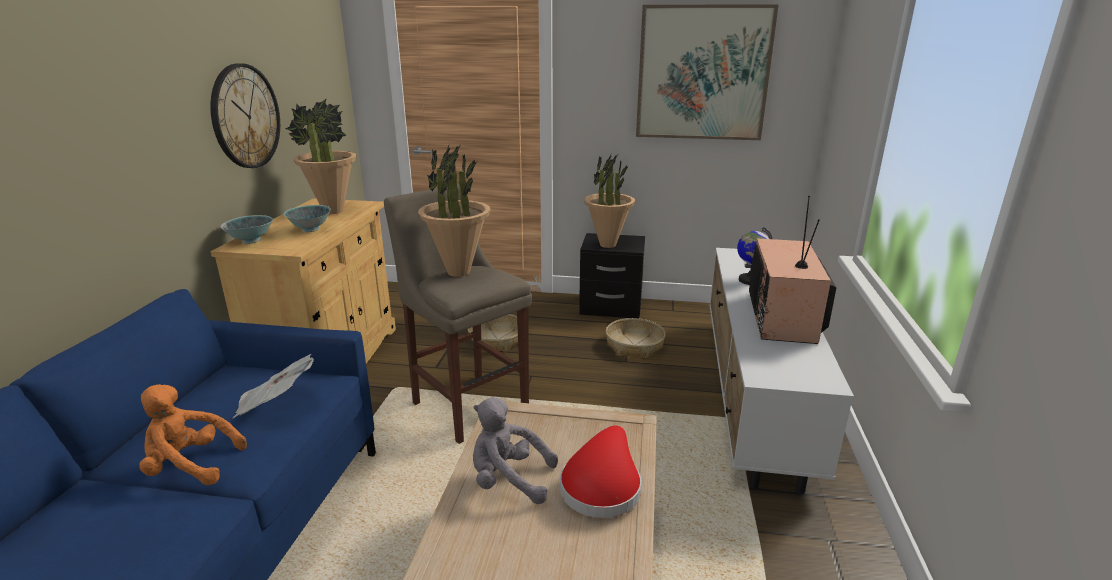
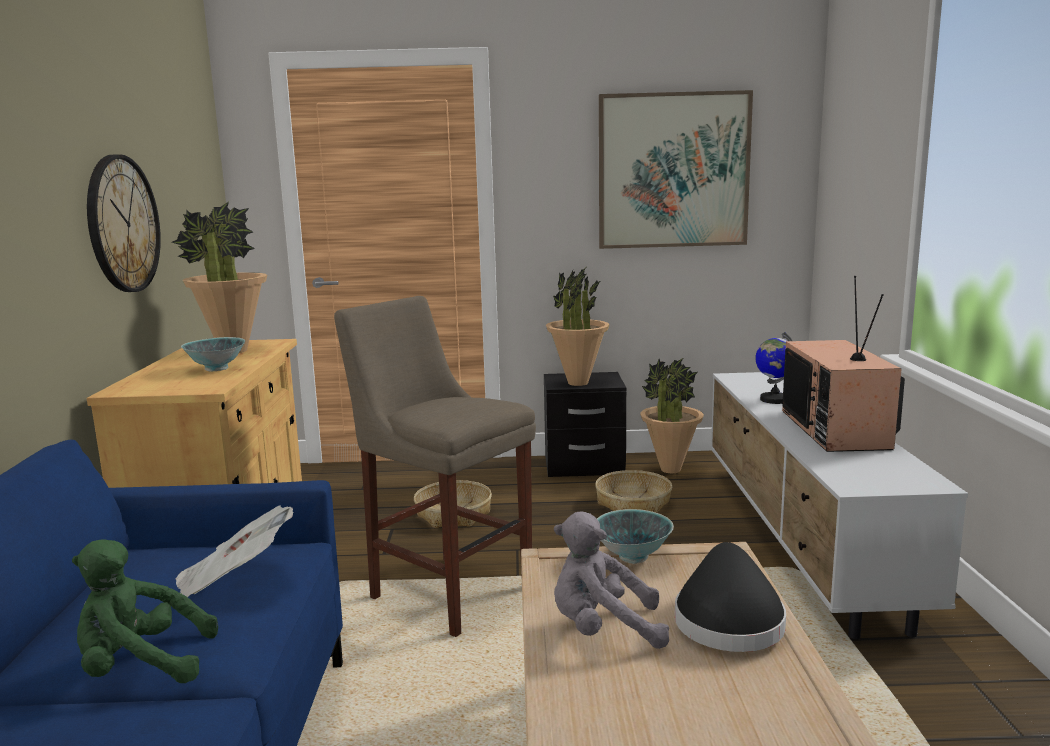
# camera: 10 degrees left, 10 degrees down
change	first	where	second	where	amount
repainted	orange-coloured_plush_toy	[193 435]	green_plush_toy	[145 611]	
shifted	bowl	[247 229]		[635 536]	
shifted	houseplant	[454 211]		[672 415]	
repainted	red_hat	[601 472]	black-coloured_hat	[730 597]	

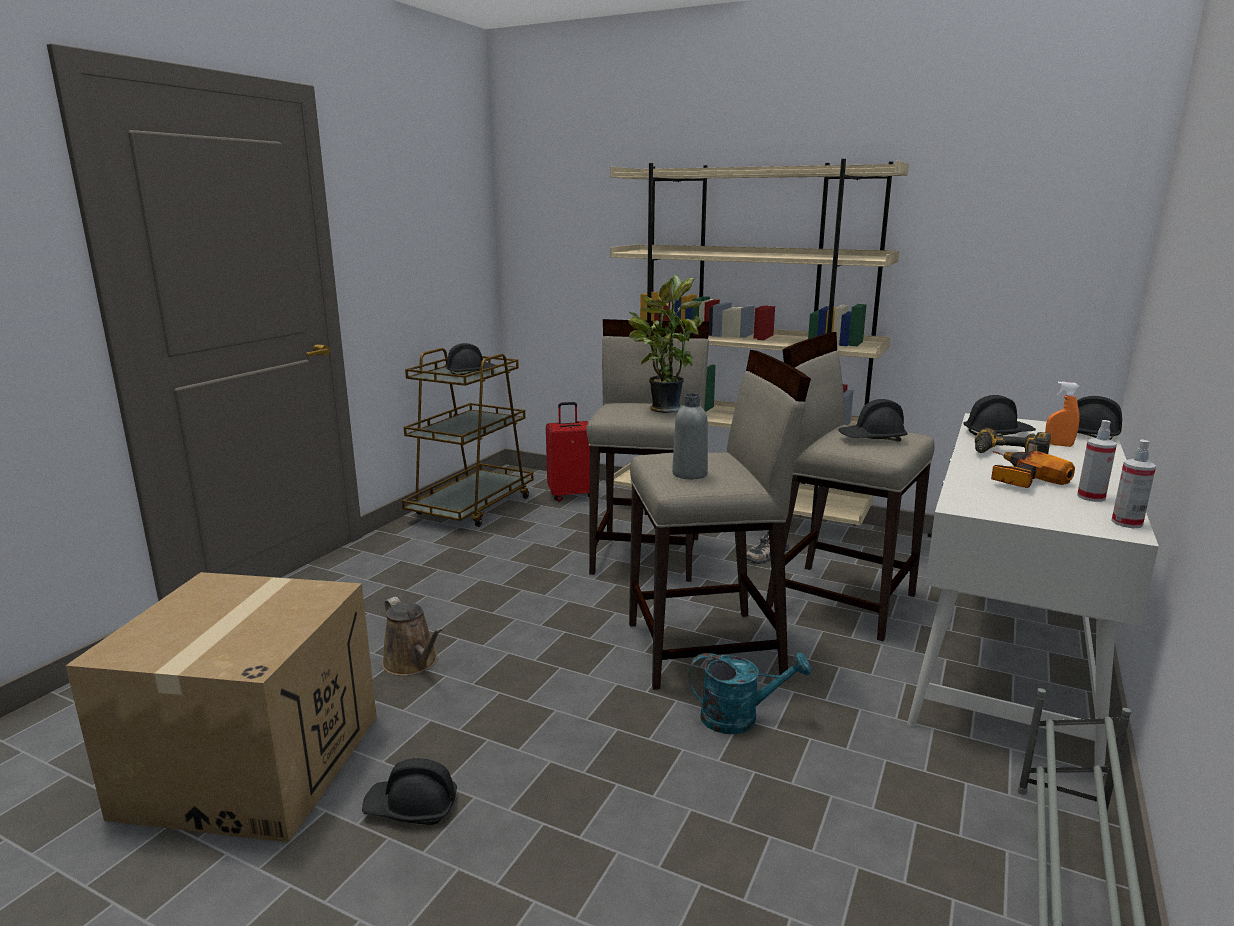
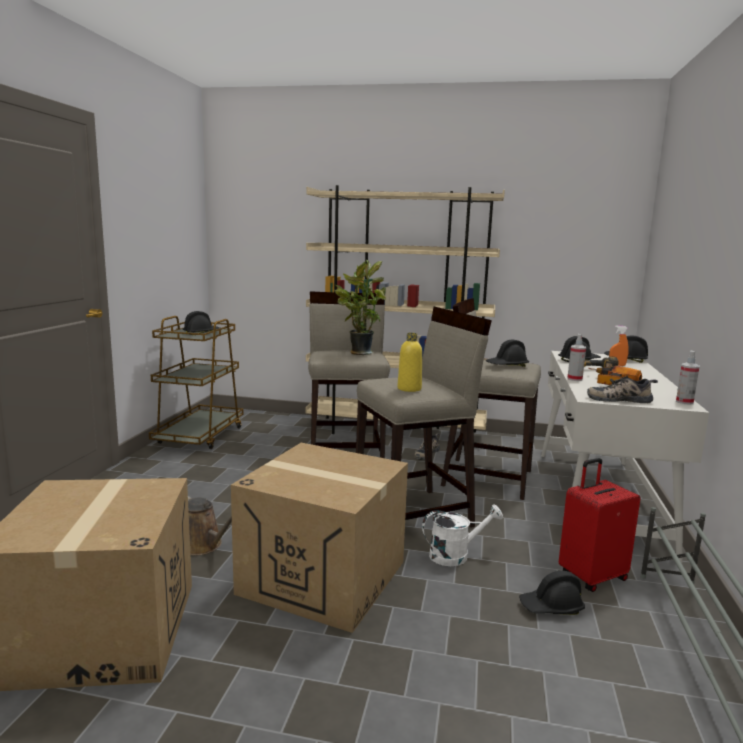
# camera: 15 degrees left, 5 degrees down
change	first	where	second	where	amount
new			cardboard_box	[319 538]	
repainted	gray_drink_bottle	[690 436]	yellow-coloured_drink_bottle	[409 362]	
repainted	turquoise_watering_pot	[749 693]	white-coloured_watering_pot	[462 535]	
shifted	black-coloured_work_helmet	[409 791]		[552 593]	
shifted	red_piece_of_luggage	[568 452]		[600 525]	
shifted	sprayer	[1097 461]		[576 357]	
new			low_shoe	[622 389]	

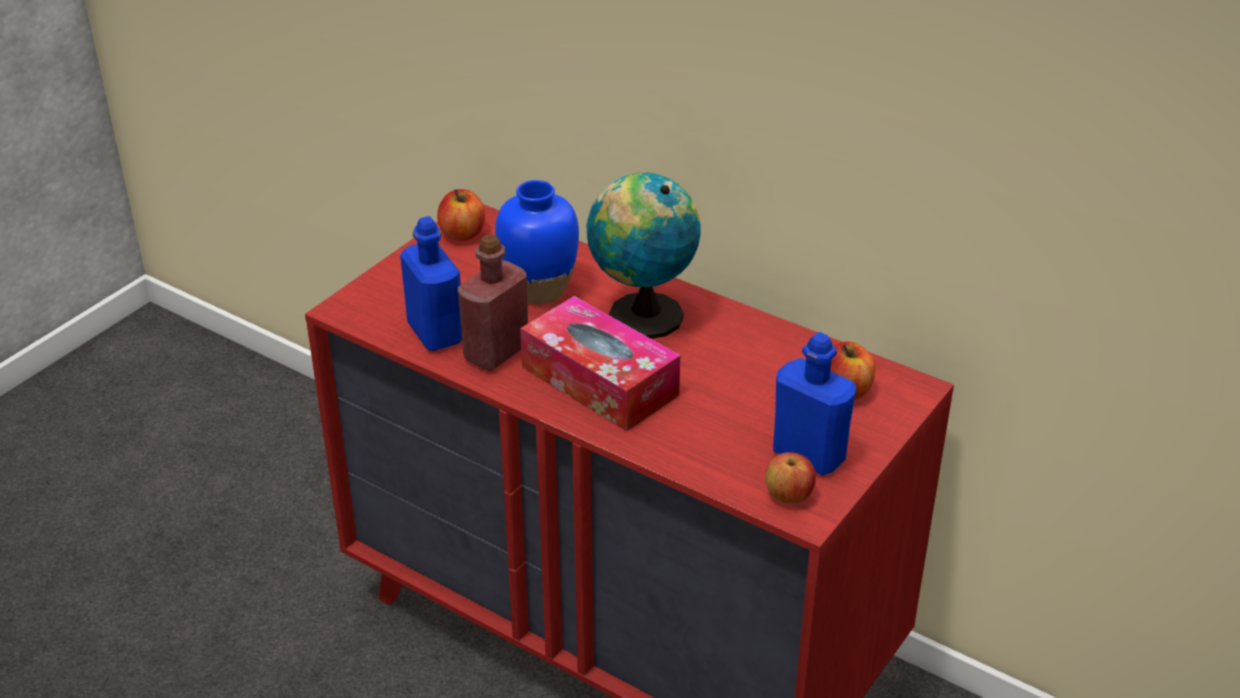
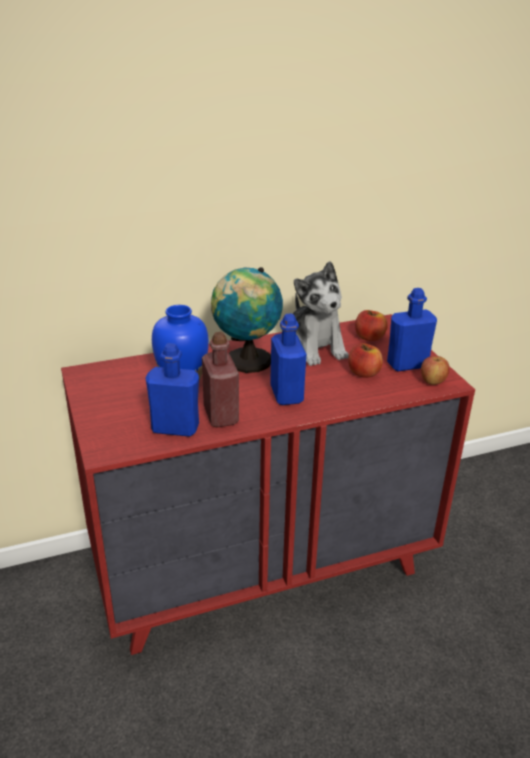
# camera: 55 degrees left, 5 degrees down
change	first	where	second	where	amount
swapped	box_of_tissues	[600 363]	blue_drink_bottle	[288 359]	
new			plush_toy	[321 313]	
shifted	apple_fruit	[461 215]		[365 360]	

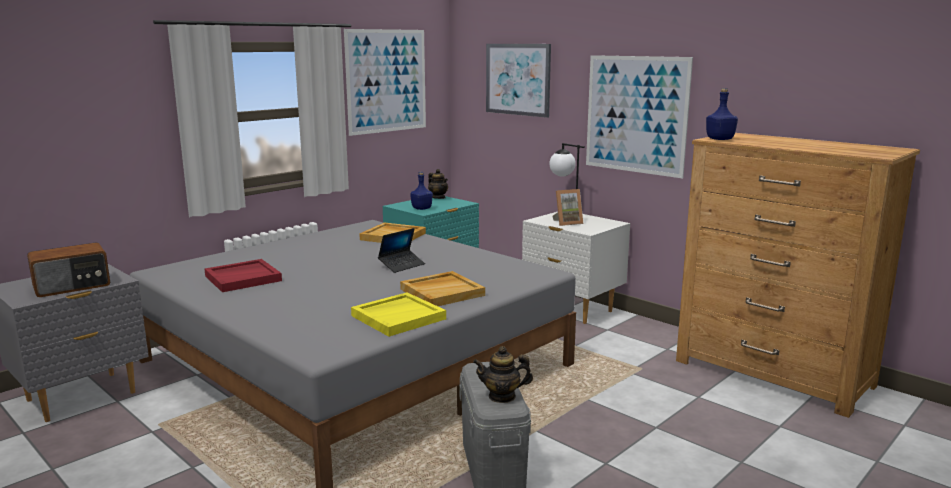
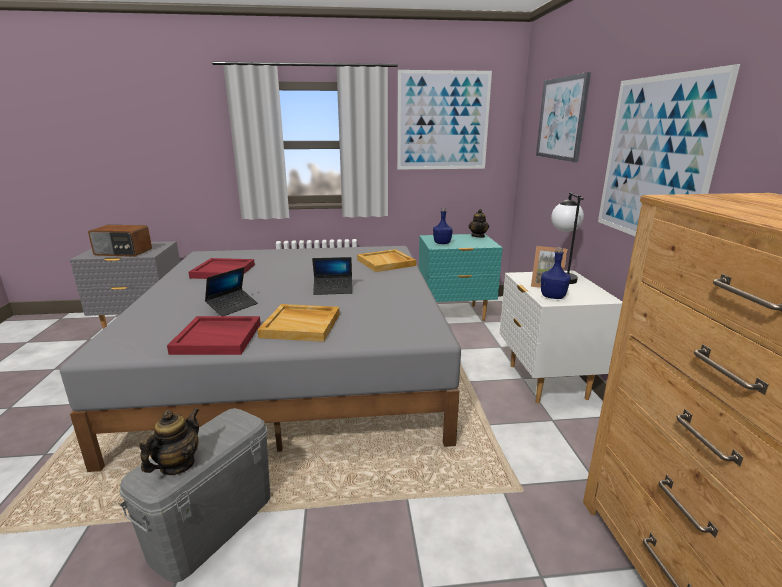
# camera: 40 degrees right, 5 degrees up
change	first	where	second	where	amount
rotated	tea_pot	[503 374]		[169 441]	75 degrees clockwise
repainted	yellow-coloured_carrying_tray	[398 314]	red_carrying_tray	[214 335]	
new			laptop	[231 291]	
shifted	blue_drink_bottle	[722 114]		[556 273]	

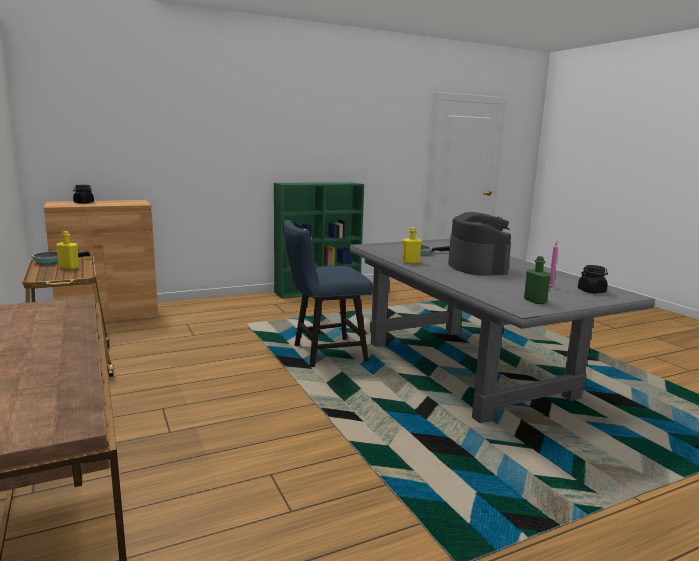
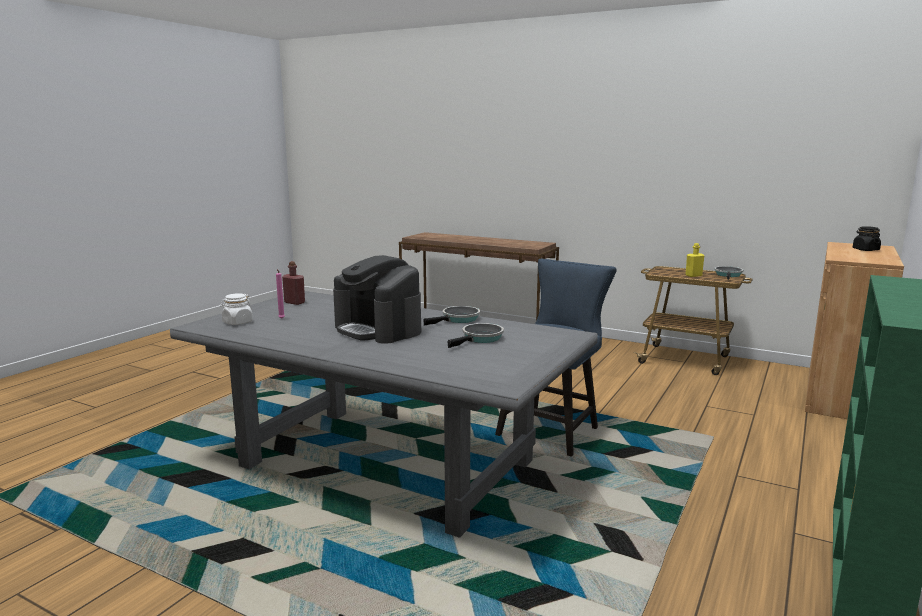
# camera: 145 degrees right, 0 degrees up
change	first	where	second	where	amount
repainted	black-coloured_jar	[593 279]	white-coloured_jar	[236 309]	
repainted	green_drink_bottle	[537 280]	red_drink_bottle	[293 283]	
swapped	yellow-coloured_drink_bottle	[412 245]	pan	[452 316]	

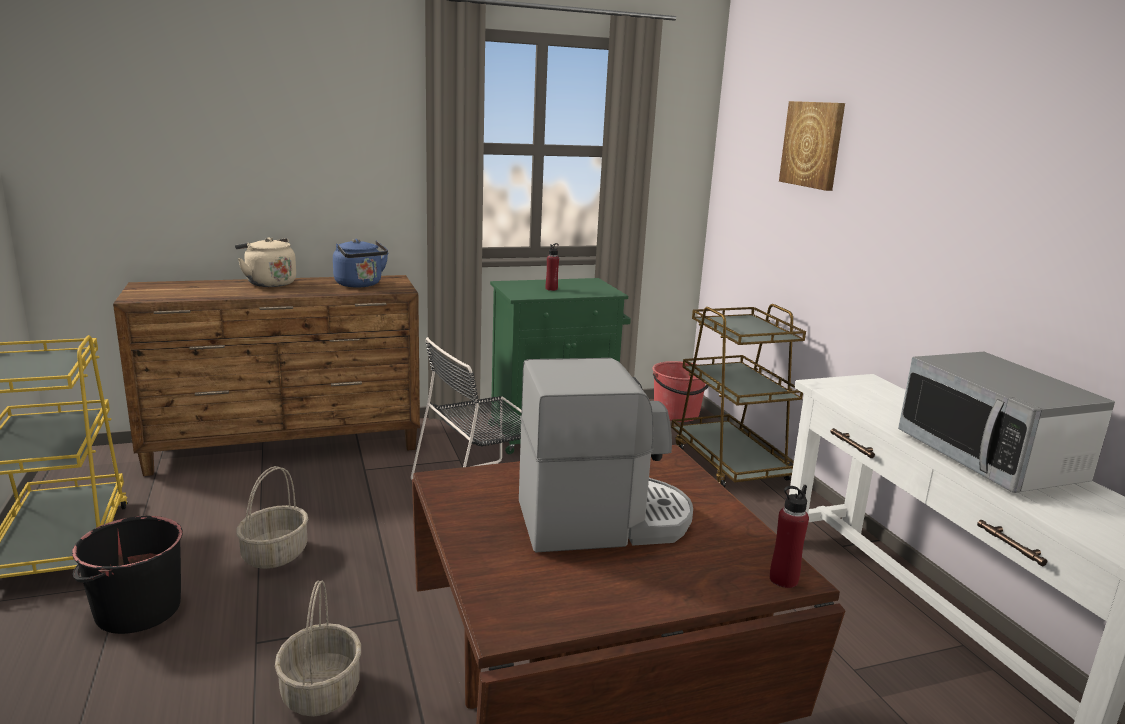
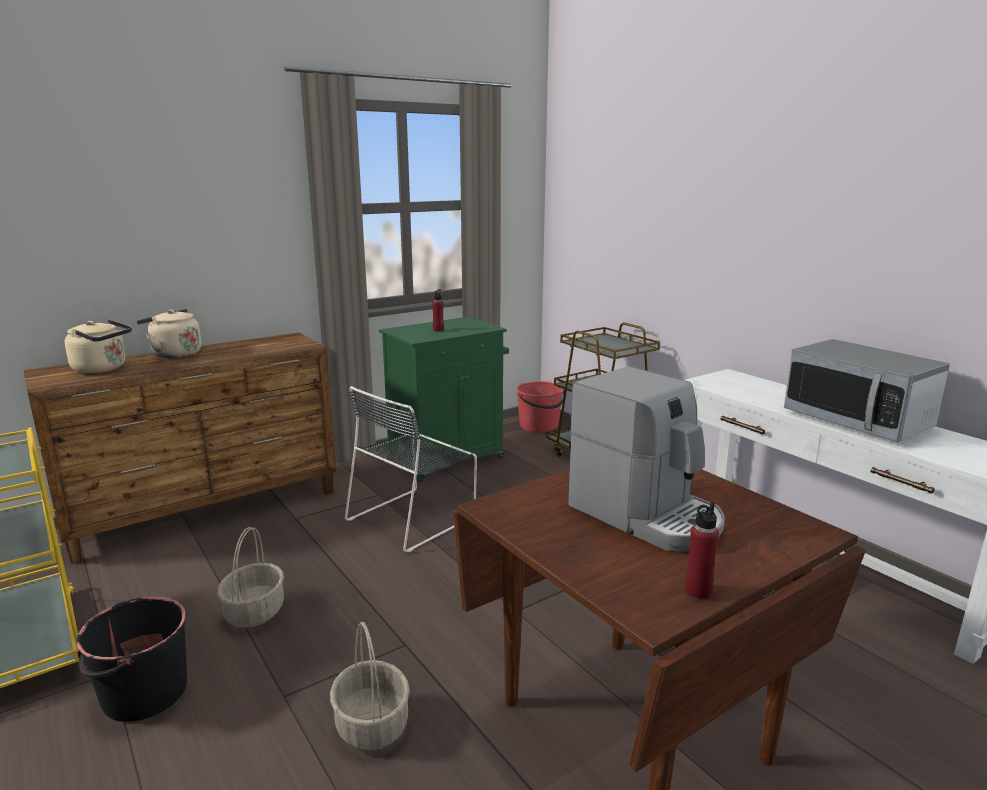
# camera: 15 degrees left, 0 degrees up
change	first	where	second	where	amount
new			sand-coloured_water_kettle	[98 346]	
rotated	coffee_brewer	[606 455]		[646 459]	75 degrees clockwise
shifted	red_drink_bottle	[789 536]		[702 550]	
gone	blue_water_kettle	[360 263]			
gone	wall_art	[812 146]			

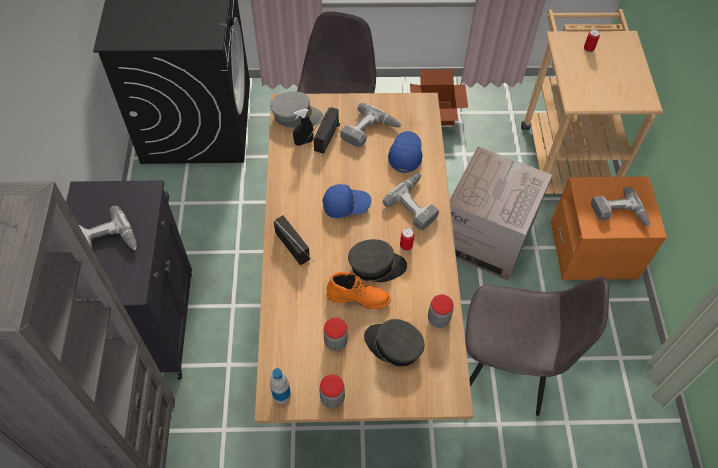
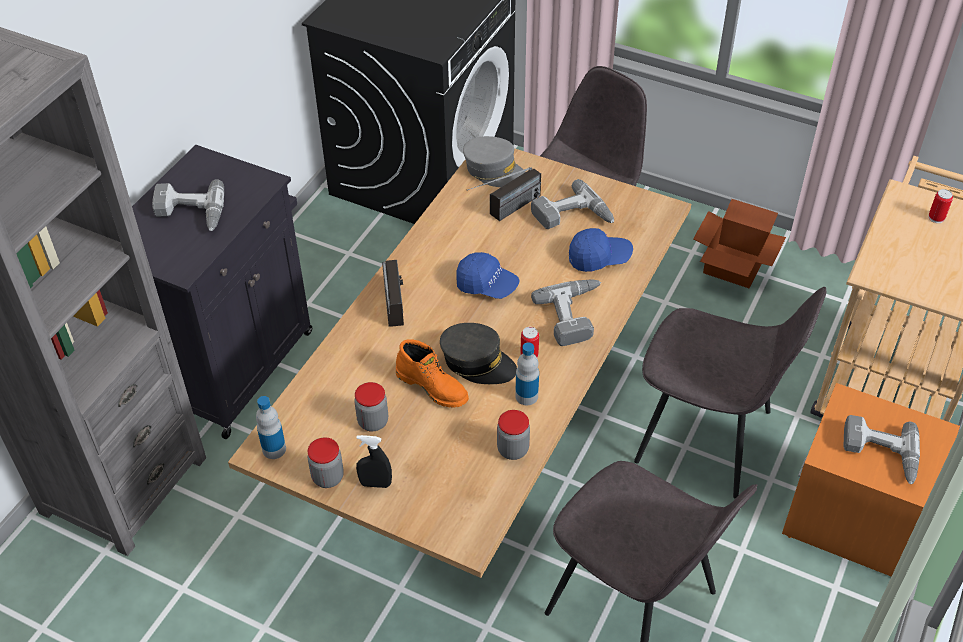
# camera: 30 degrees right, 10 degrees down
change	first	where	second	where	amount
shifted	black-coloured_sprayer	[303 127]		[374 461]	
new			drink_bottle	[527 373]	
rotated	blue_cap	[405 152]		[601 250]	45 degrees clockwise
swapped	cardboard_box	[501 213]	gray_plain_chair	[730 393]	
gone	gray_cap	[394 342]			

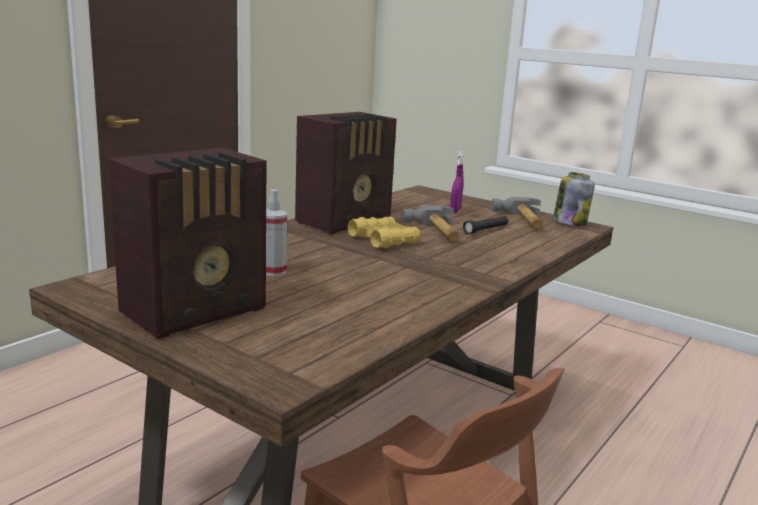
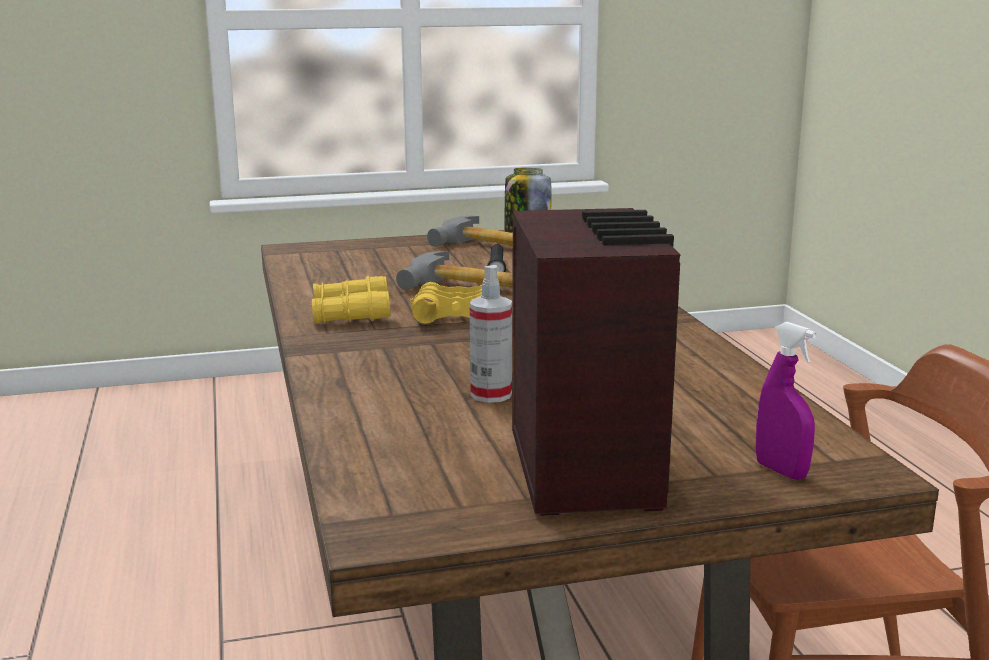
# camera: 50 degrees left, 0 degrees up
change	first	where	second	where	amount
swapped	radio_set	[346 173]	yellow-coloured_pair_of_binoculars	[351 300]	
shifted	purple_sprayer	[457 182]		[786 401]	

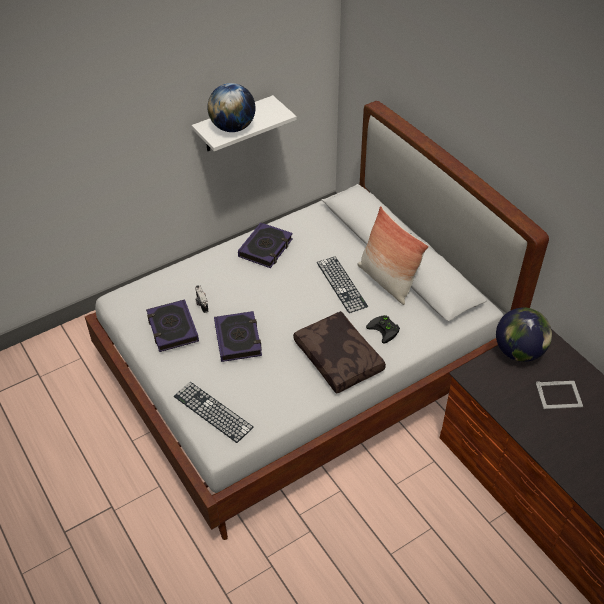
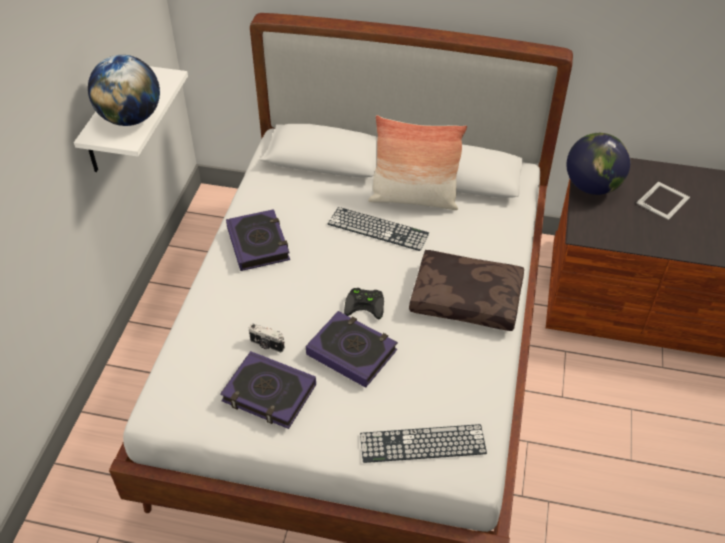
# camera: 45 degrees left, 0 degrees up
change	first	where	second	where	amount
shifted	black-coloured_game_controller	[383 329]		[364 303]	

